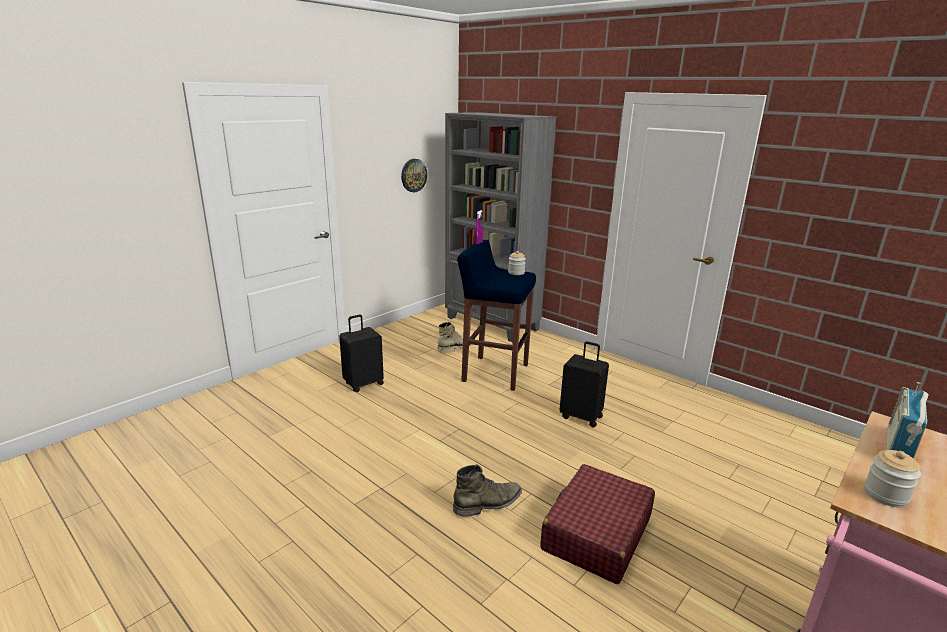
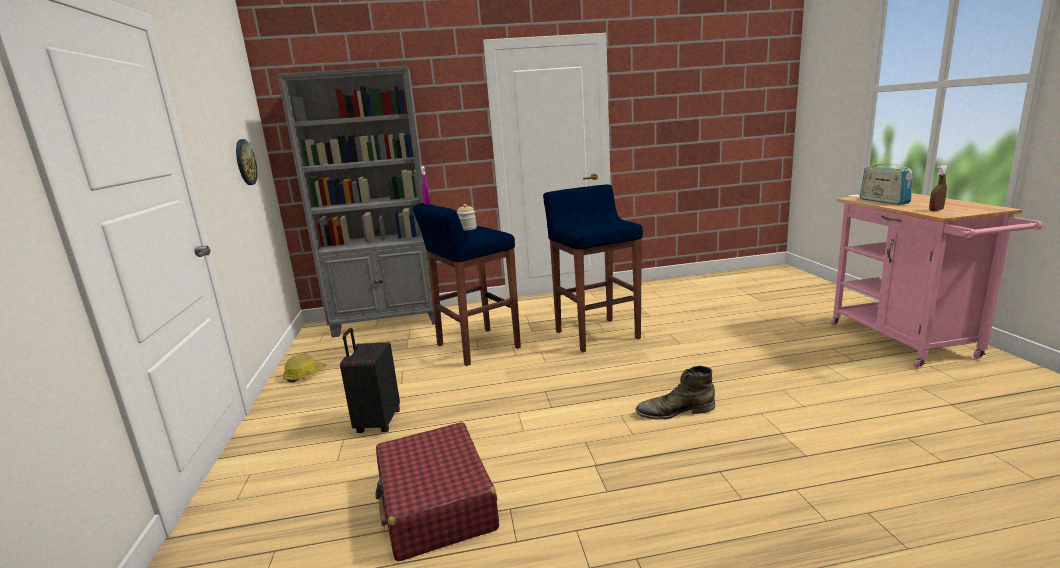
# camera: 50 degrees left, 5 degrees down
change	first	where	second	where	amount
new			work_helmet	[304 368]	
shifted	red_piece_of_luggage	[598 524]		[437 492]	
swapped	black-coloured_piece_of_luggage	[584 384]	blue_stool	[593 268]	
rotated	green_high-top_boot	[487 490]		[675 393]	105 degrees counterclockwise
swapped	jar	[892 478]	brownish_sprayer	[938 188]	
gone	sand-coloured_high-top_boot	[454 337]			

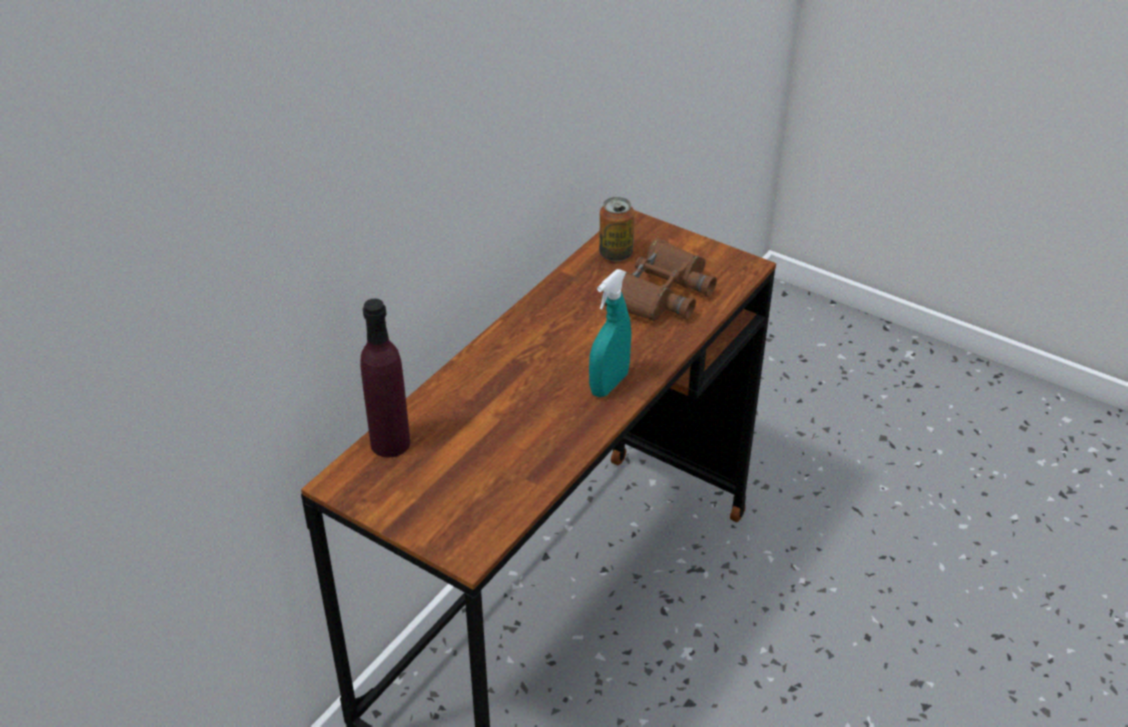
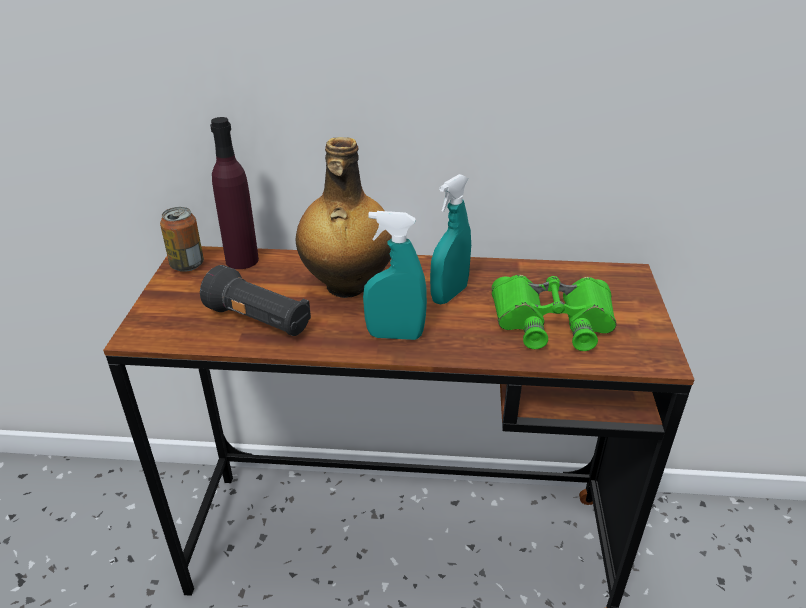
# camera: 60 degrees right, 5 degrees down
change	first	where	second	where	amount
shifted	metal_can	[616 229]		[182 239]	
new			black-coloured_flashlight	[255 300]	
new			drink_bottle	[344 217]	
new			turquoise_sprayer	[450 239]	
repainted	brownish_pair_of_binoculars	[659 279]	green_pair_of_binoculars	[554 313]	

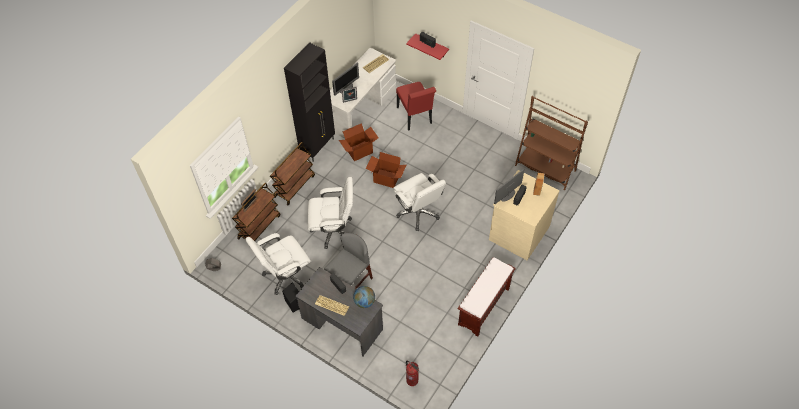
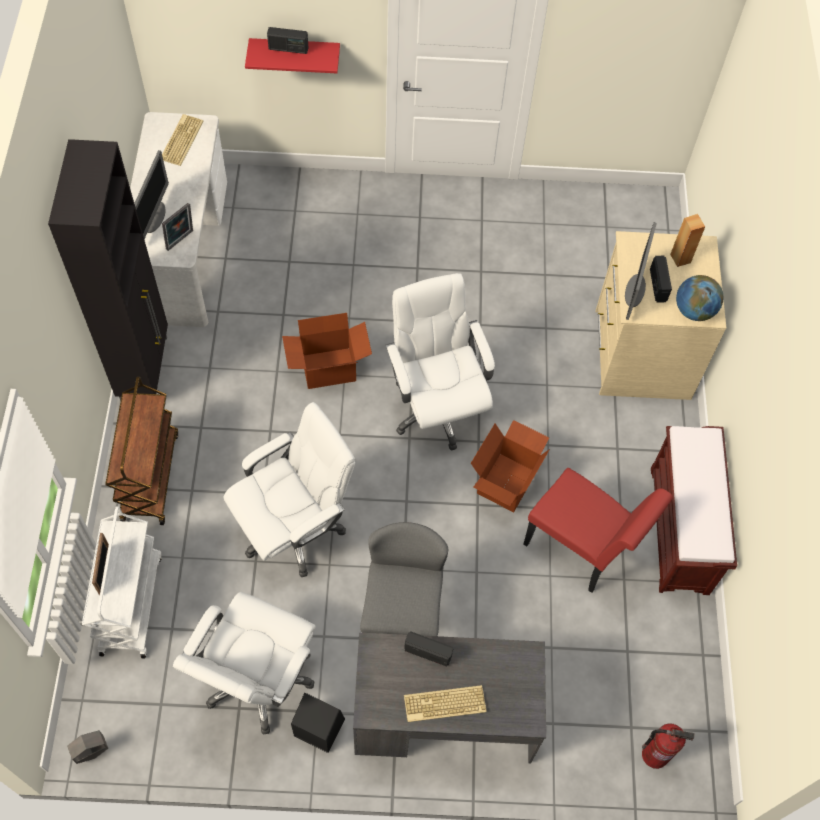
# camera: 35 degrees left, 5 degrees up
change	first	where	second	where	amount
repainted	brownish_wheeled_cart	[256 212]	white-coloured_wheeled_cart	[121 582]	
rotated	white-coloured_desk_chair	[419 202]		[440 362]	135 degrees counterclockwise
shifted	cardboard_box	[359 142]		[510 466]	
shifted	red_plain_chair	[416 106]		[598 530]	
shifted	world_globe	[364 297]		[700 298]	
gone	brownish_bookshelf	[551 143]			

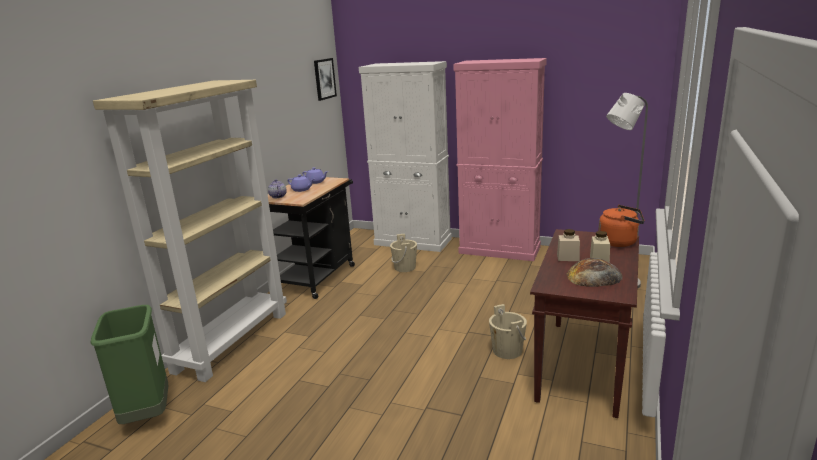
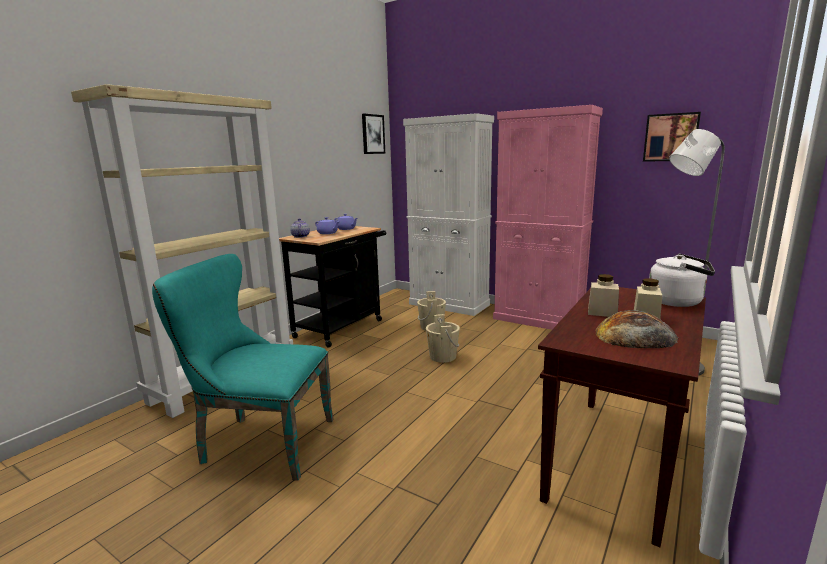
# camera: 10 degrees right, 5 degrees down
change	first	where	second	where	amount
new			turquoise_plain_chair	[243 367]	
shifted	sand-coloured_pail	[508 331]		[443 338]	
new			wall_art	[672 137]	
repainted	orange-coloured_water_kettle	[621 226]	white-coloured_water_kettle	[682 280]	
gone	green_rubbish_bin	[129 364]			

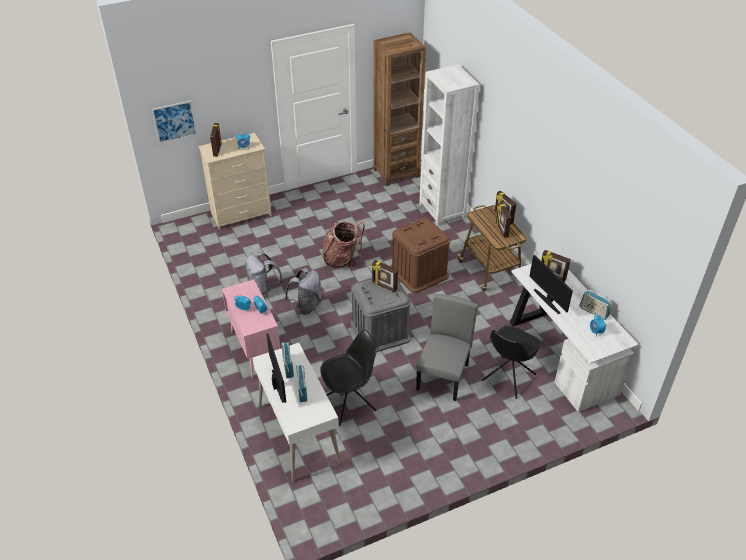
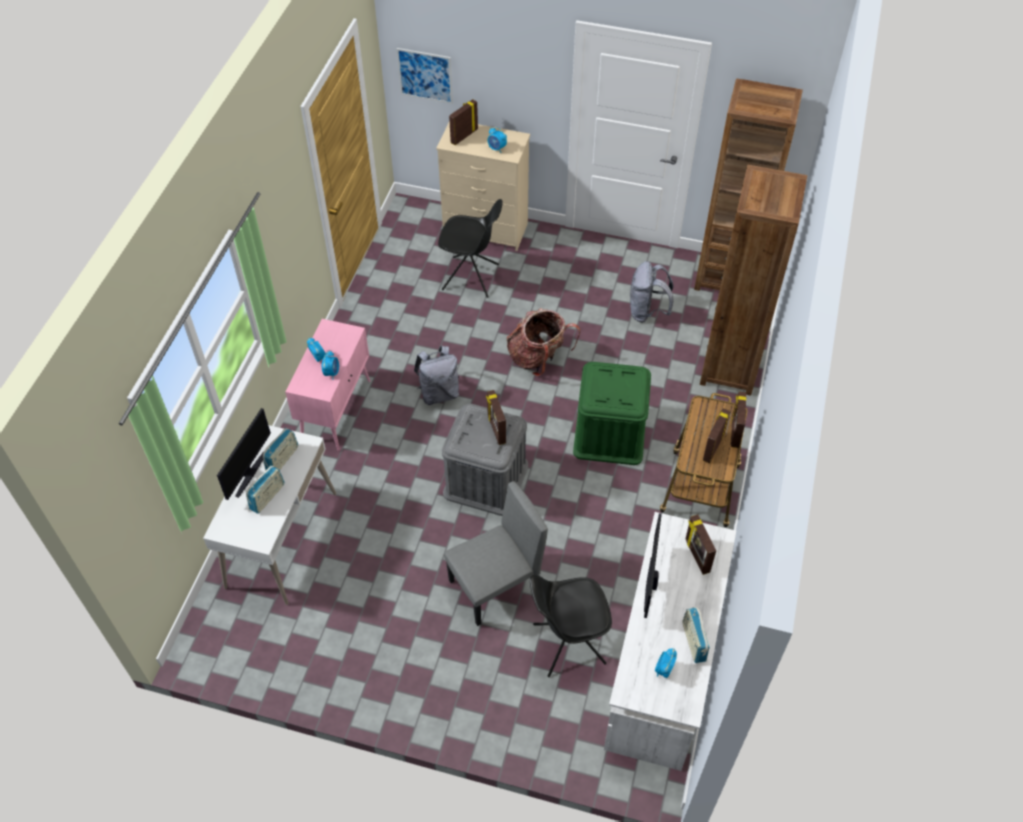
# camera: 40 degrees right, 10 degrees up
change	first	where	second	where	amount
shifted	black-coloured_plain_chair	[349 378]		[470 248]	
repainted	brownish_storage_bin	[420 255]	green_storage_bin	[612 413]	
shifted	gray_backpack	[264 275]		[652 292]	
repainted	white-coloured_bookshelf	[449 145]	brownish_bookshelf	[753 280]	

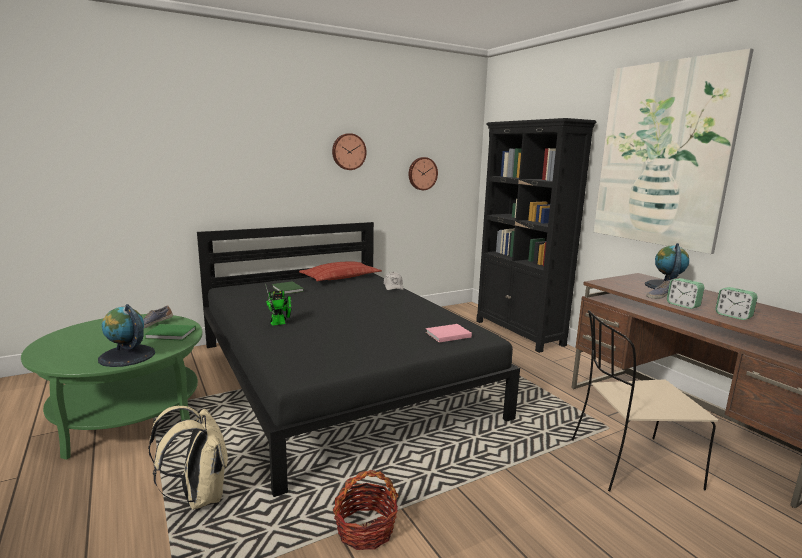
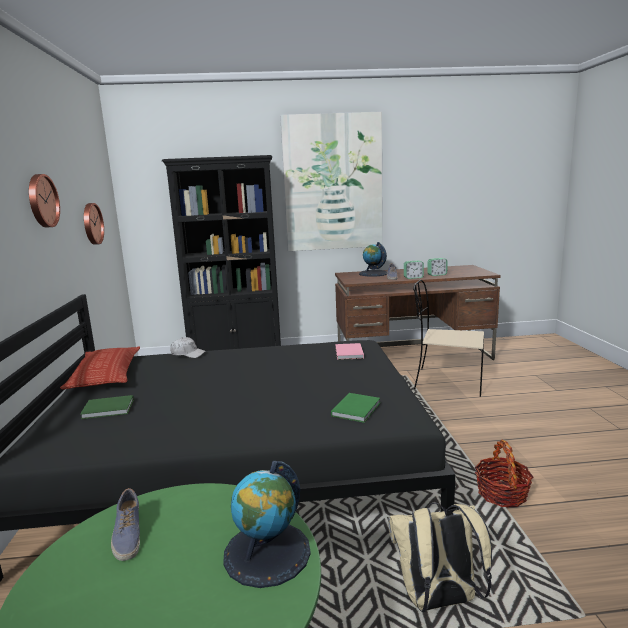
# camera: 65 degrees left, 0 degrees up
change	first	where	second	where	amount
shifted	green_volume	[170 332]		[355 408]	
rotated	sand-coloured_plain_chair	[645 401]		[448 338]	90 degrees clockwise
gone	model_robot	[278 305]			

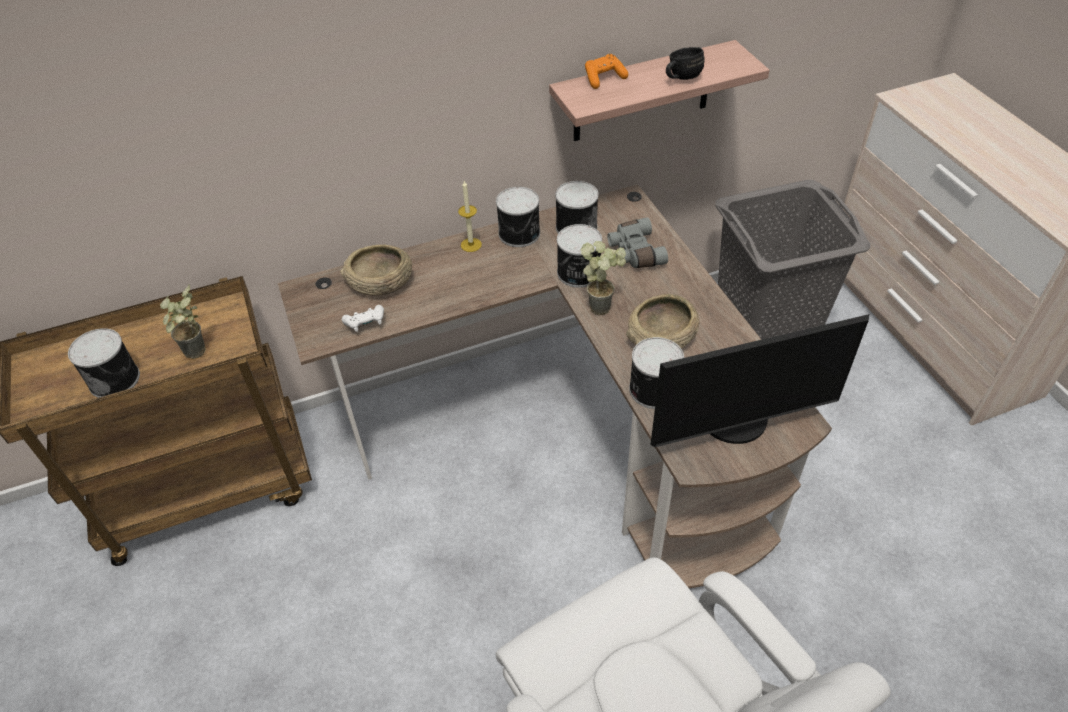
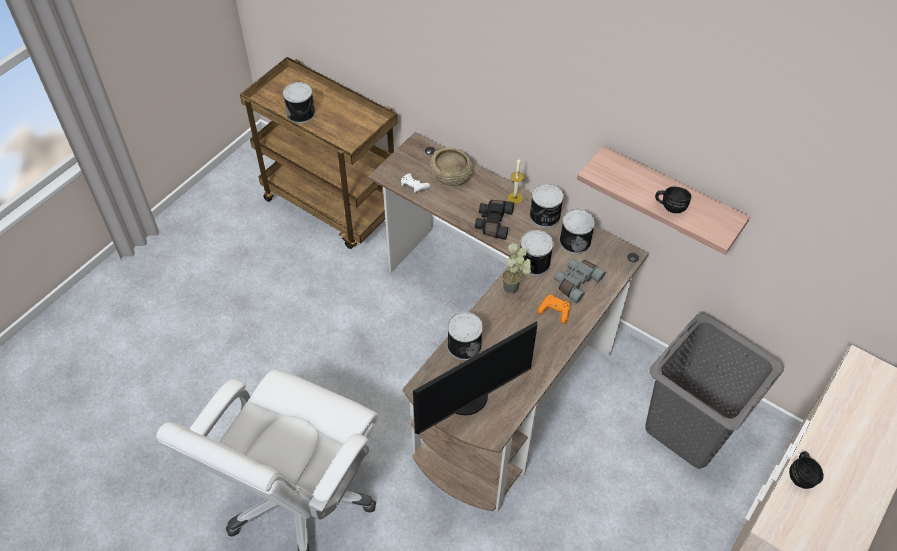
# camera: 55 degrees right, 5 degrees up
change	first	where	second	where	amount
rotated	computer_display	[760 380]		[475 377]	75 degrees counterclockwise
new			black-coloured_pair_of_binoculars	[494 220]	
shifted	orange-coloured_game_controller	[606 71]		[554 309]	
new			black-coloured_coffee_mug	[806 470]	
gone	houseplant	[183 321]			
gone	sand-coloured_bowl	[662 321]			

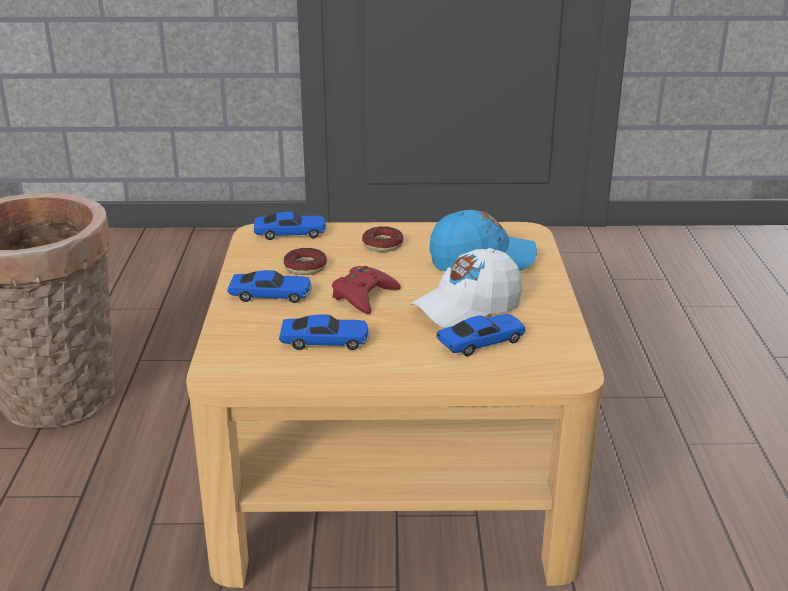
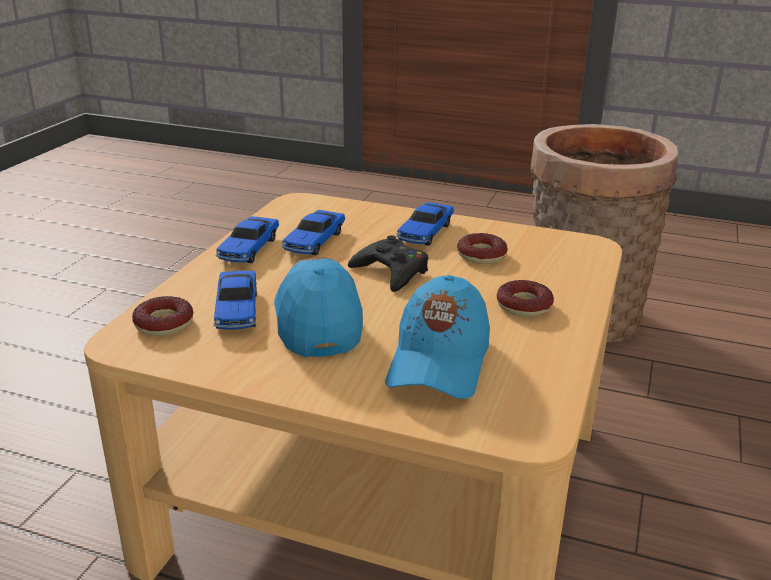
# camera: 110 degrees right, 0 degrees up
change	first	where	second	where	amount
new			doughnut	[162 316]	
shifted	miniature_car	[290 226]		[247 239]	
repainted	white-coloured_cap	[466 288]	blue_cap	[318 307]	
repainted	red_game_controller	[366 290]	black-coloured_game_controller	[388 263]	

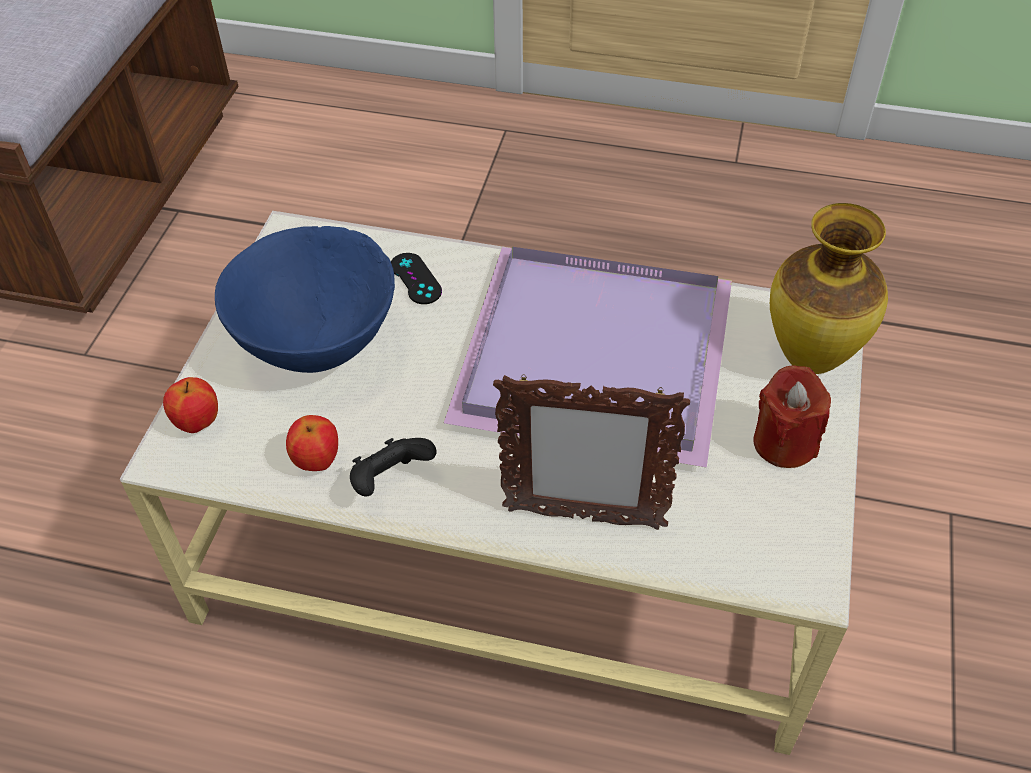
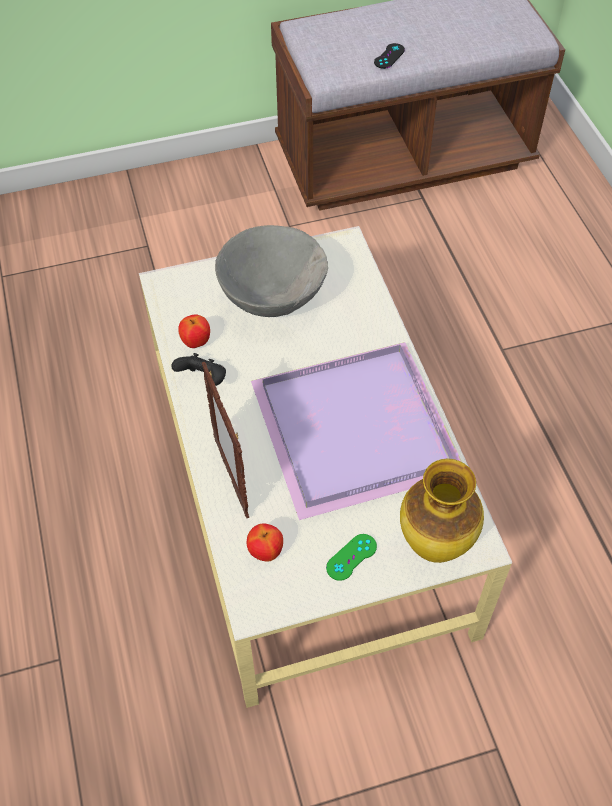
# camera: 60 degrees right, 5 degrees up
change	first	where	second	where	amount
repainted	blue_bowl	[305 299]	gray_bowl	[271 271]	
shifted	apple_fruit	[190 405]		[265 542]	
swapped	red_wax_candle	[792 416]	green_game_controller	[351 557]	
shifted	black-coloured_game_controller	[416 278]		[389 56]	

